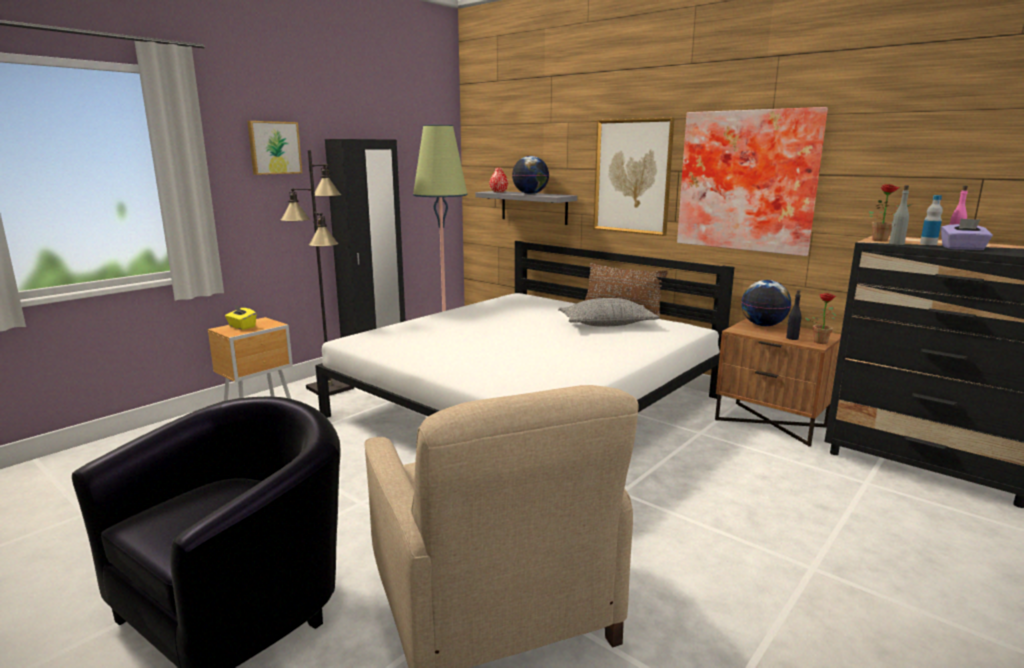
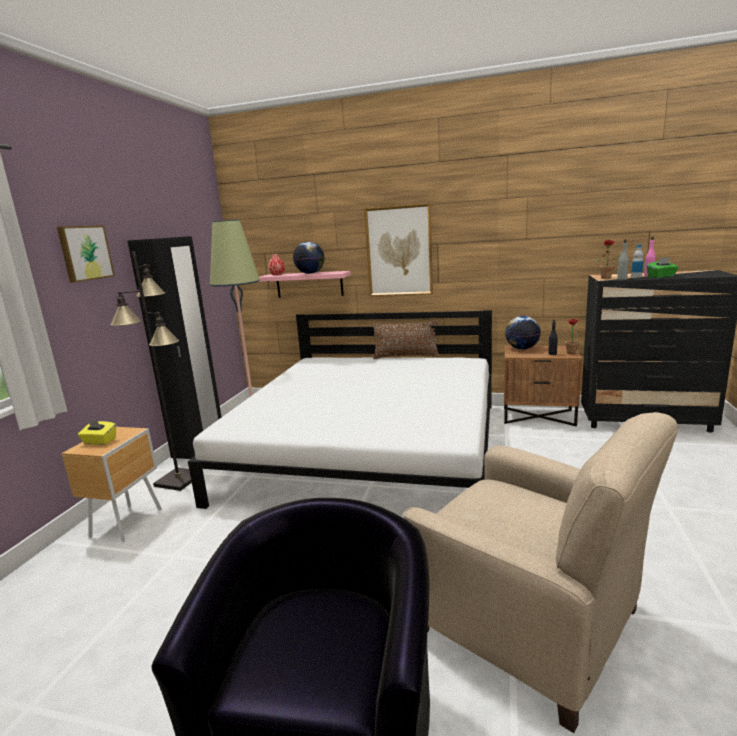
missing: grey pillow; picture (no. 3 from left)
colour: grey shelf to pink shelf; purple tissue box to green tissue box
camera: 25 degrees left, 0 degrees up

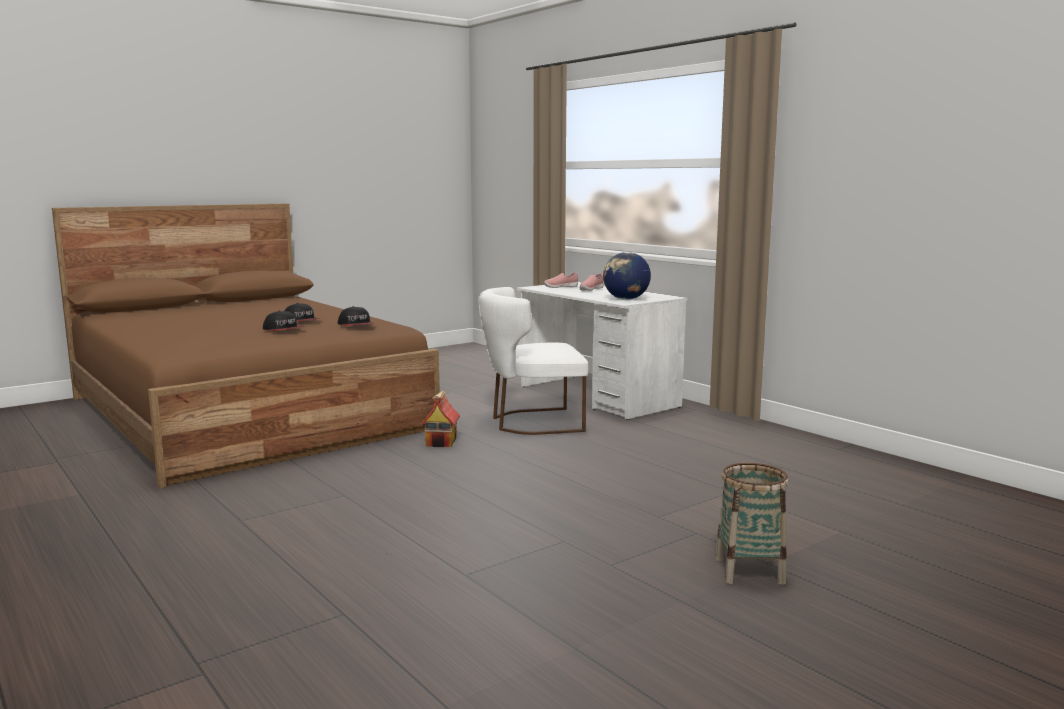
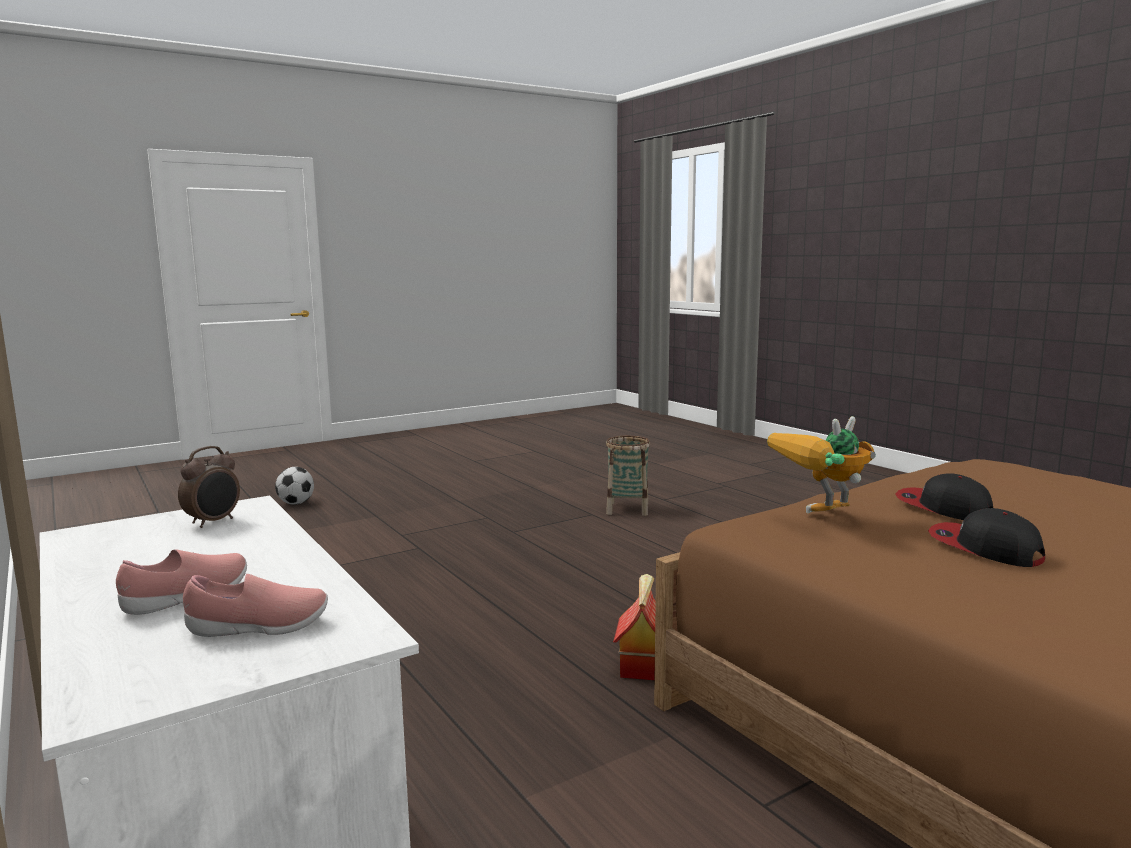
missing: white chair
appeared: football
relocated: basket
exchanged: cap (no. 3 from left) to toy robot; globe to alarm clock
camera: 175 degrees left, 0 degrees up

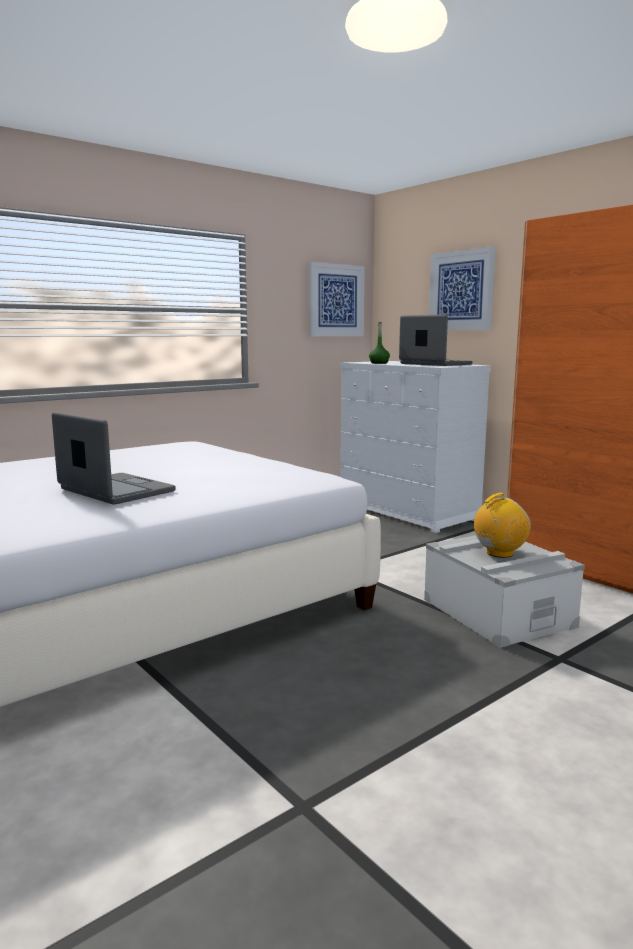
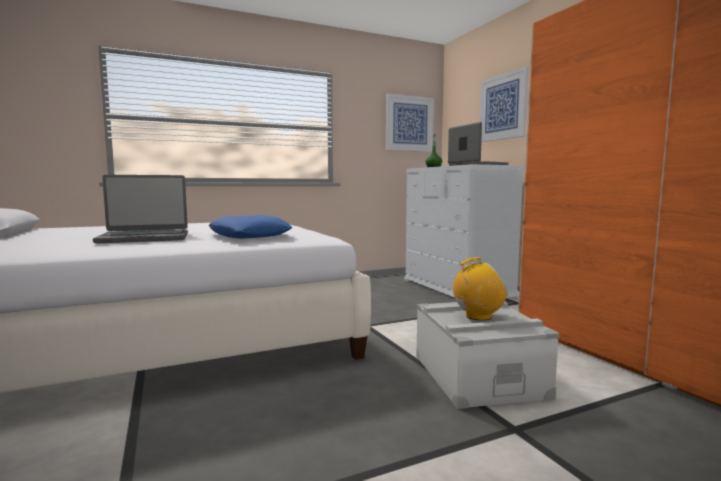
appeared: blue pillow
spun: laptop (no. 1 from left) 105 degrees clockwise
camera: 15 degrees right, 5 degrees down

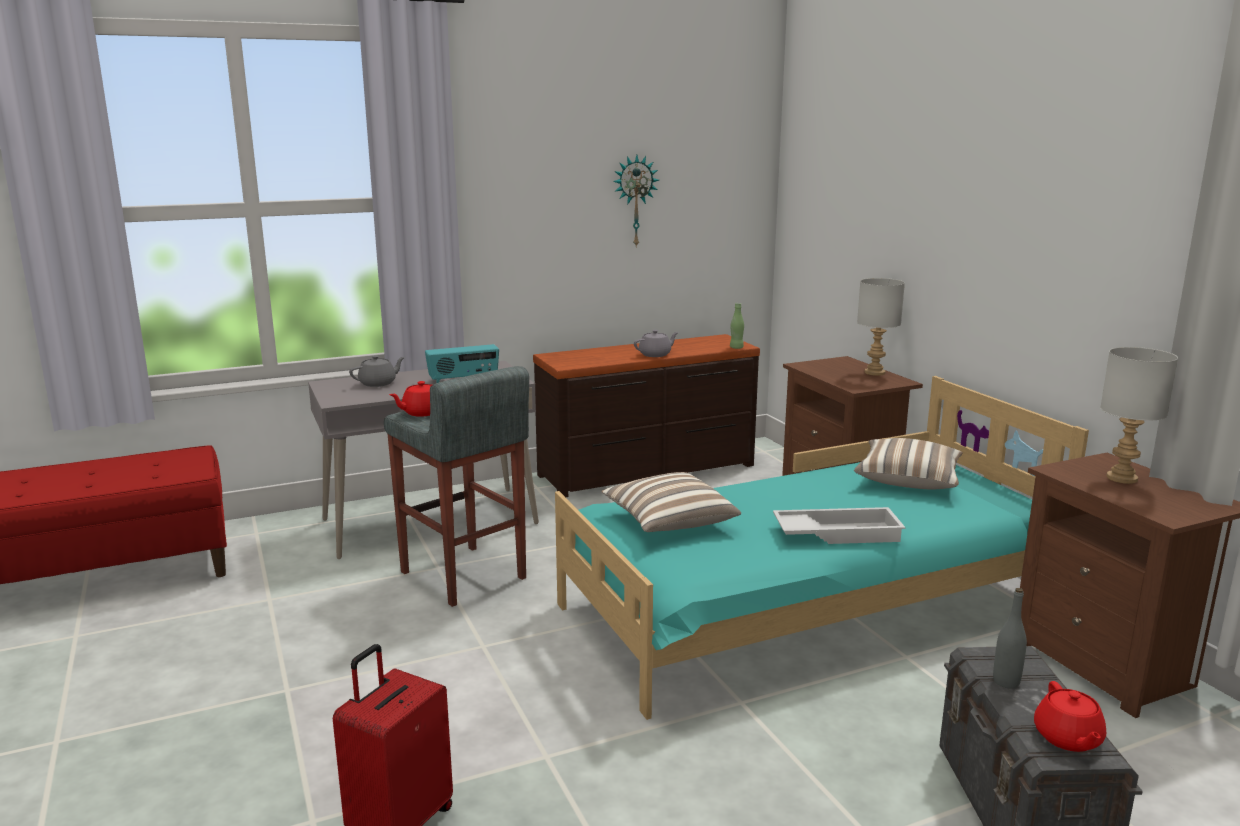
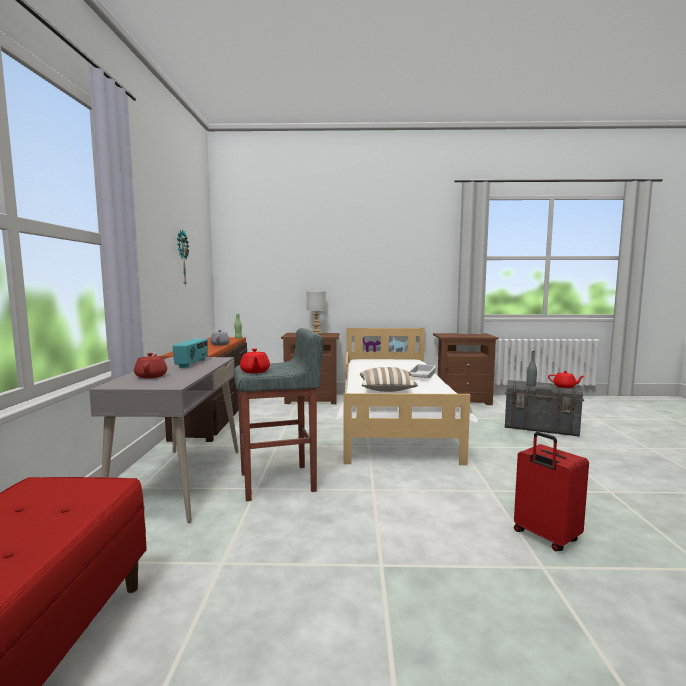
missing: pillow (no. 2 from left); grey table lamp (no. 2 from left)
colour: grey teapot (no. 1 from left) to red teapot (no. 1 from left); turquoise bed to white bed
camera: 65 degrees left, 10 degrees down

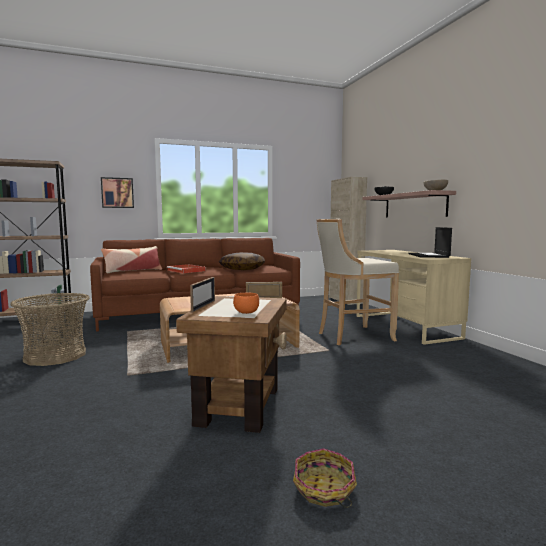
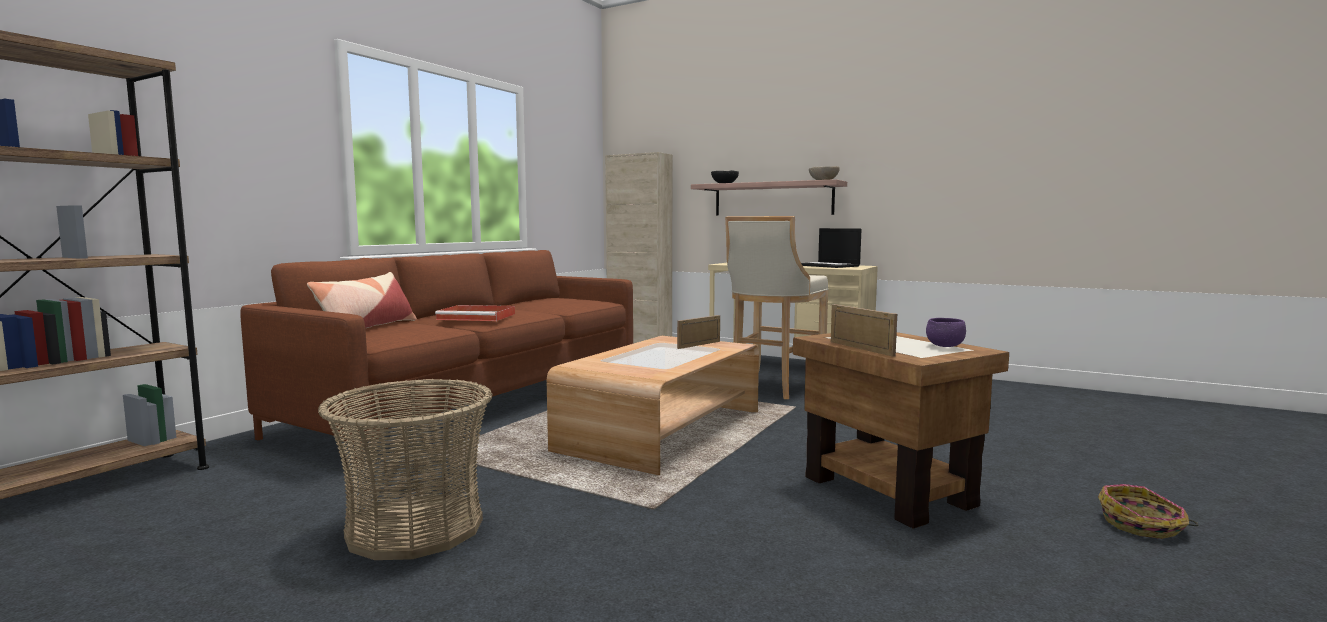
missing: picture; pillow (no. 2 from left)
colour: orange bowl to purple bowl
camera: 40 degrees left, 0 degrees up

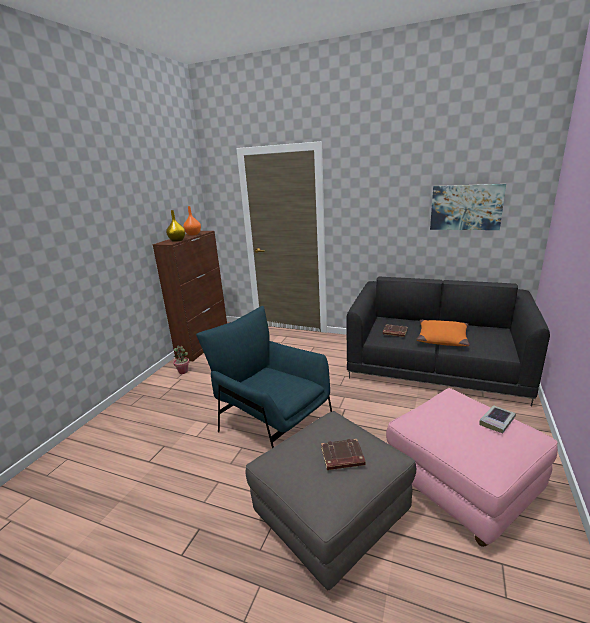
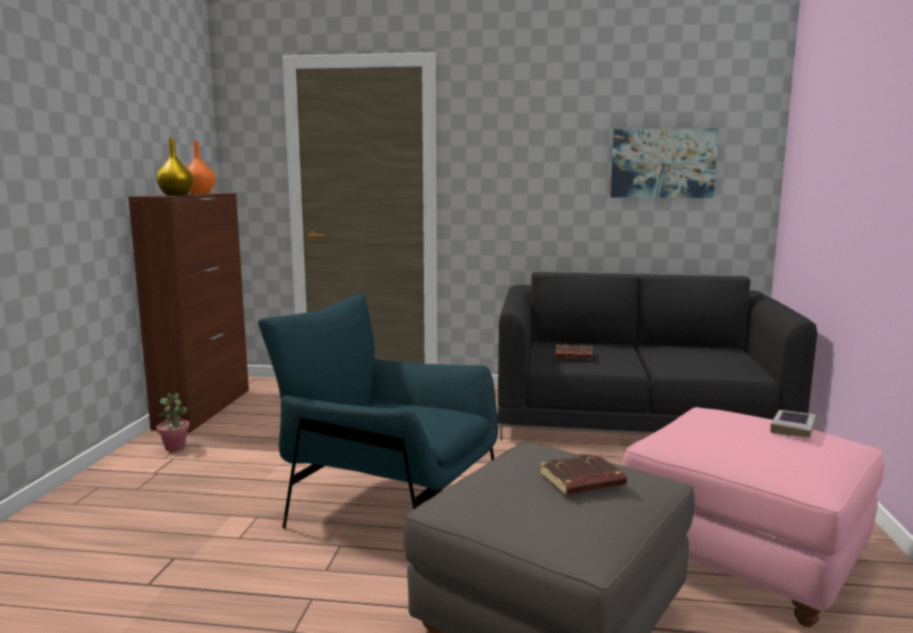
missing: orange pillow
camera: 15 degrees left, 10 degrees down

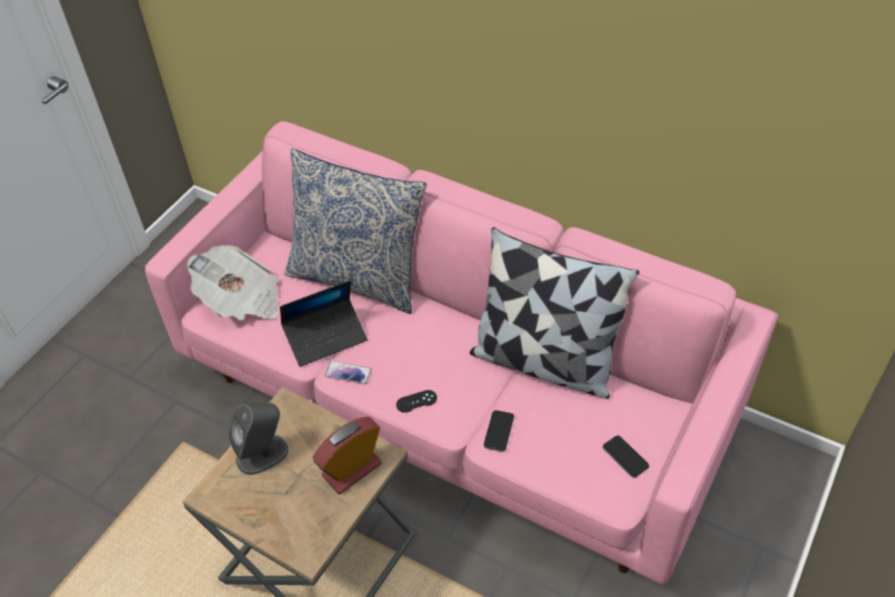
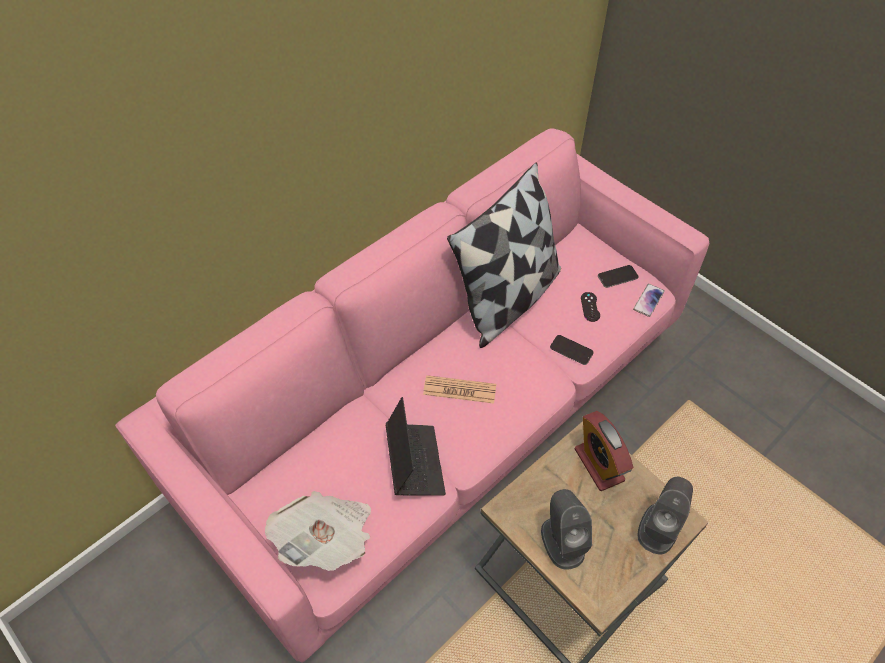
missing: pillow (no. 1 from left)
appeared: newspaper (no. 2 from left); grey speaker (no. 2 from left)
relocated: phone (no. 1 from left in the first image) to phone (no. 3 from left); black game controller
camera: 75 degrees left, 5 degrees up

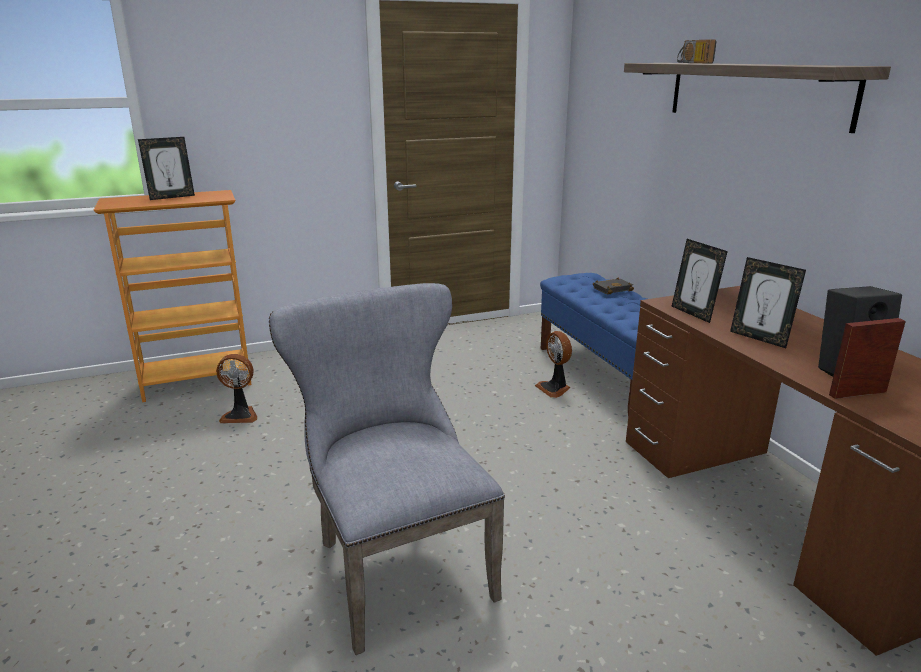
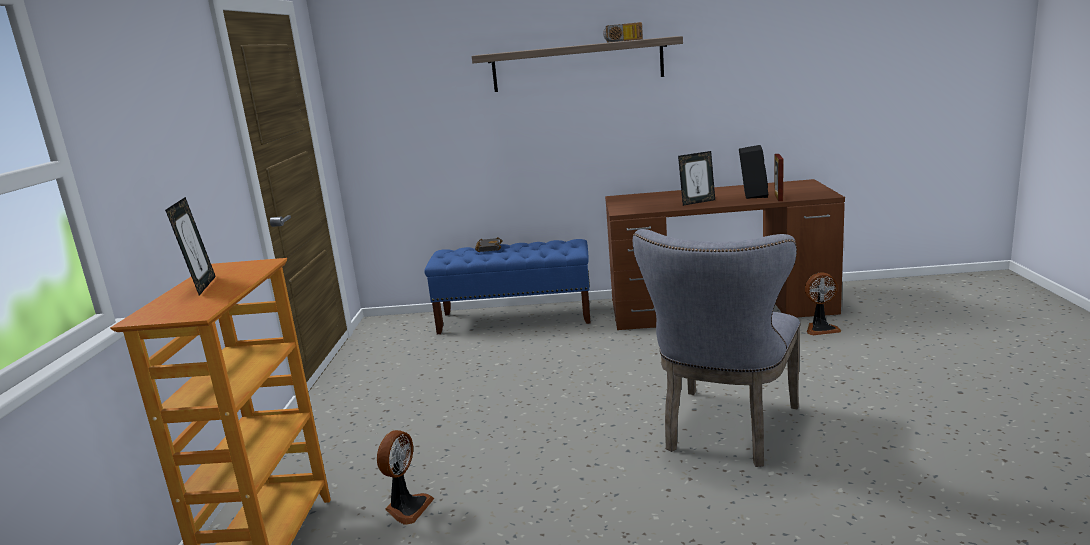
missing: picture frame (no. 2 from left)
relocated: fan (no. 2 from left); radio
spun: grey chair 60 degrees counterclockwise
camera: 65 degrees left, 5 degrees down

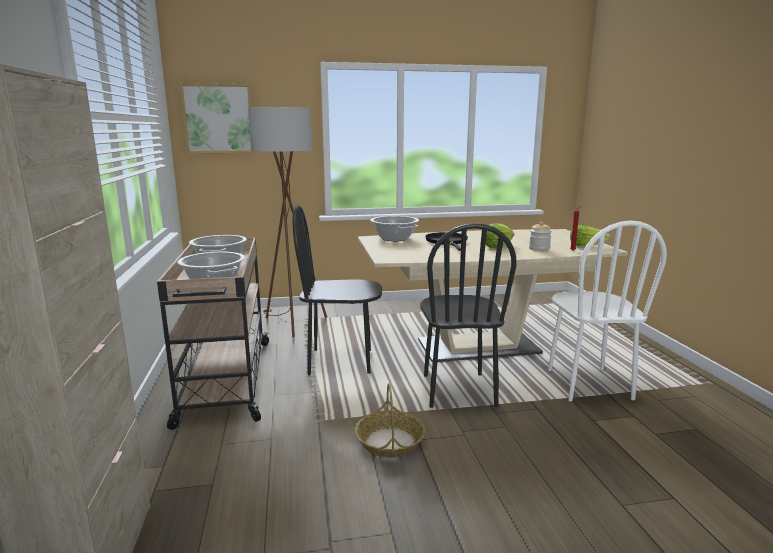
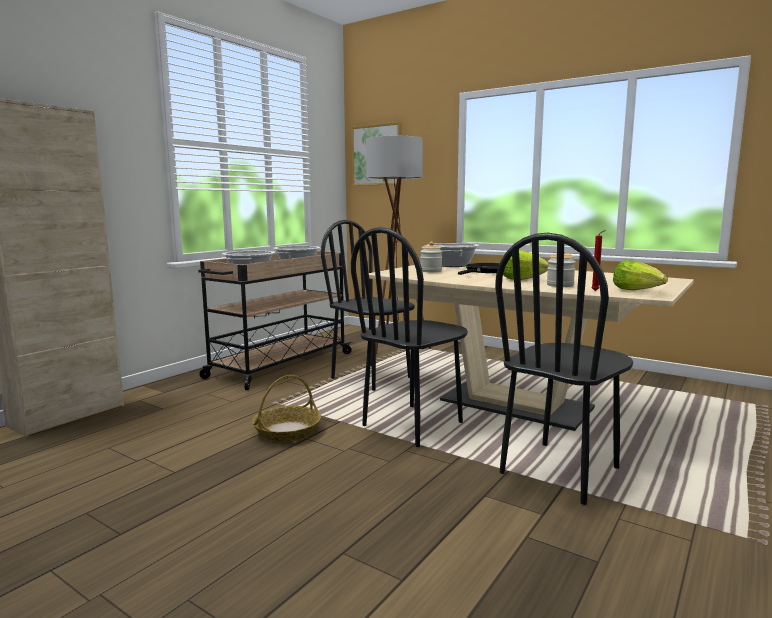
appeared: jar (no. 1 from left)
colour: white chair to black chair (no. 3 from left)
camera: 45 degrees right, 5 degrees down

